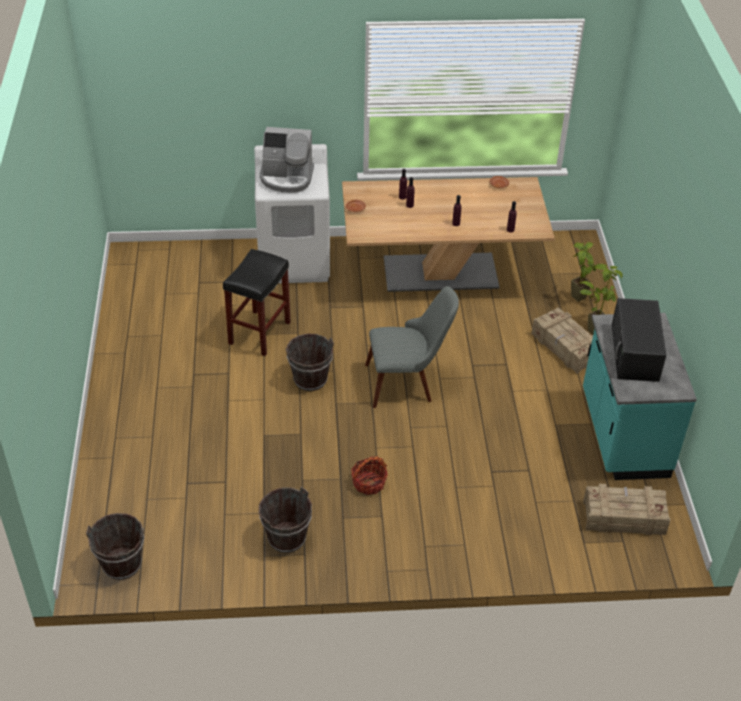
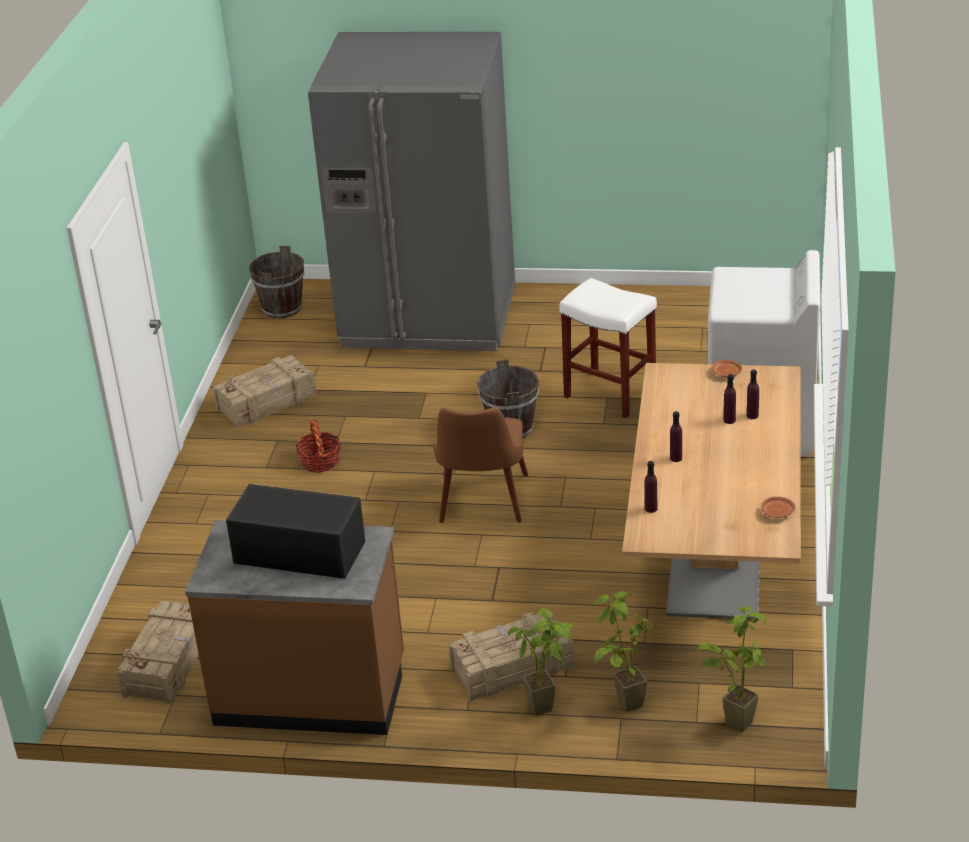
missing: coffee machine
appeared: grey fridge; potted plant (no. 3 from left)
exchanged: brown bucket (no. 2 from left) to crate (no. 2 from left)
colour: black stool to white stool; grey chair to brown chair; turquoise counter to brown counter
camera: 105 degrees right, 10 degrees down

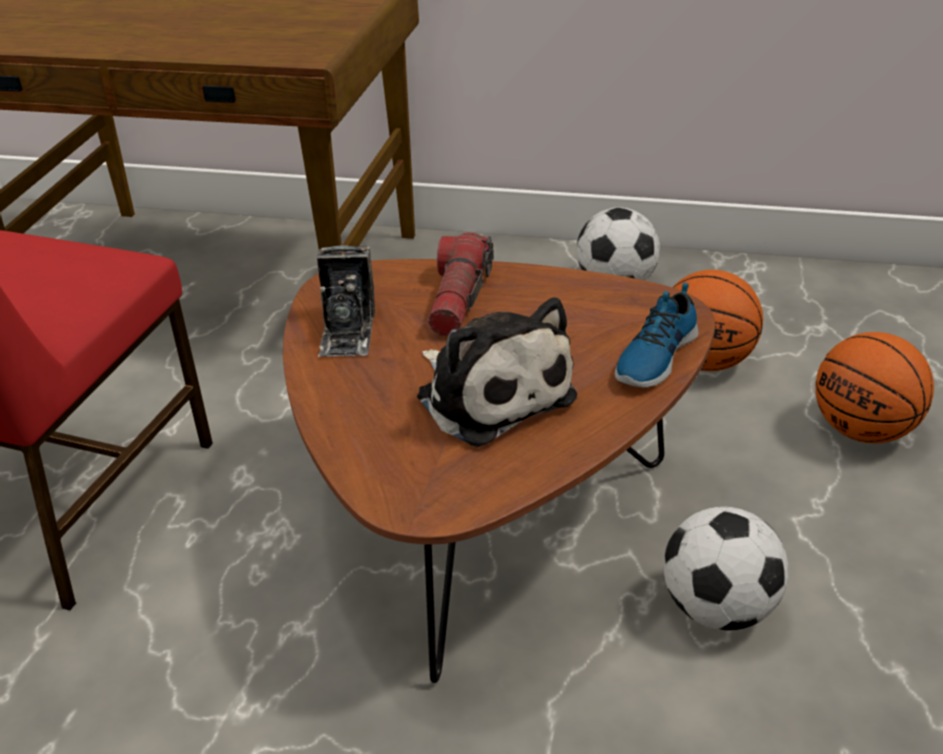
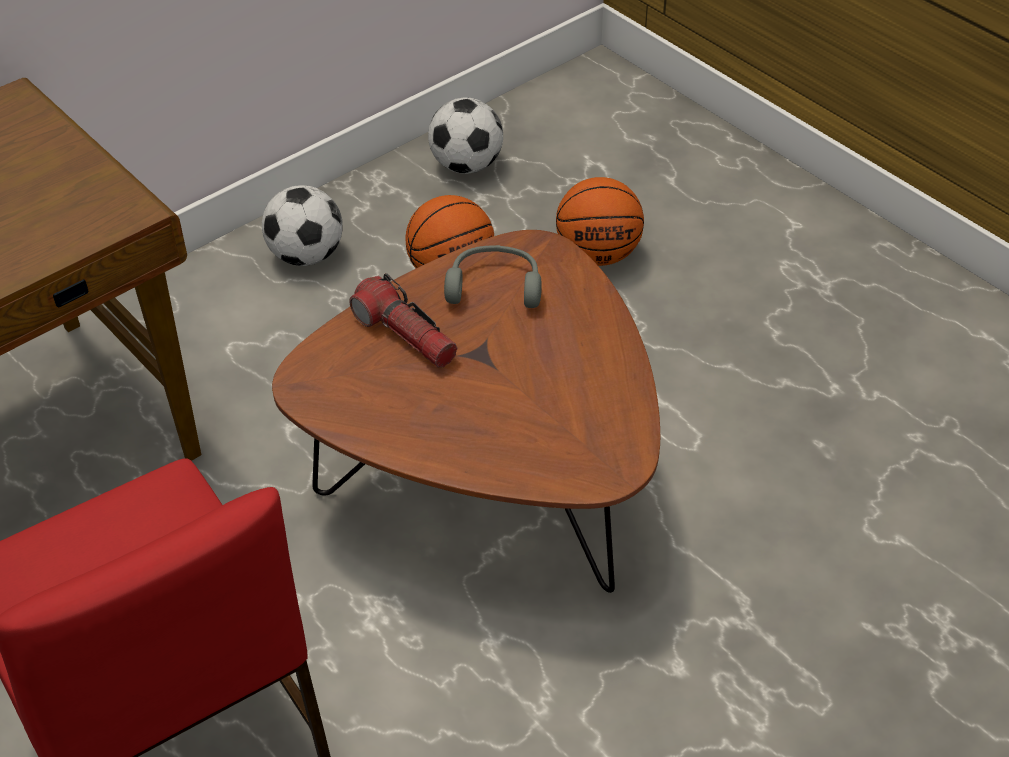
missing: photo camera; plush toy; shoe
appeared: grey headphones
relocated: football (no. 2 from left)
camera: 55 degrees left, 10 degrees up

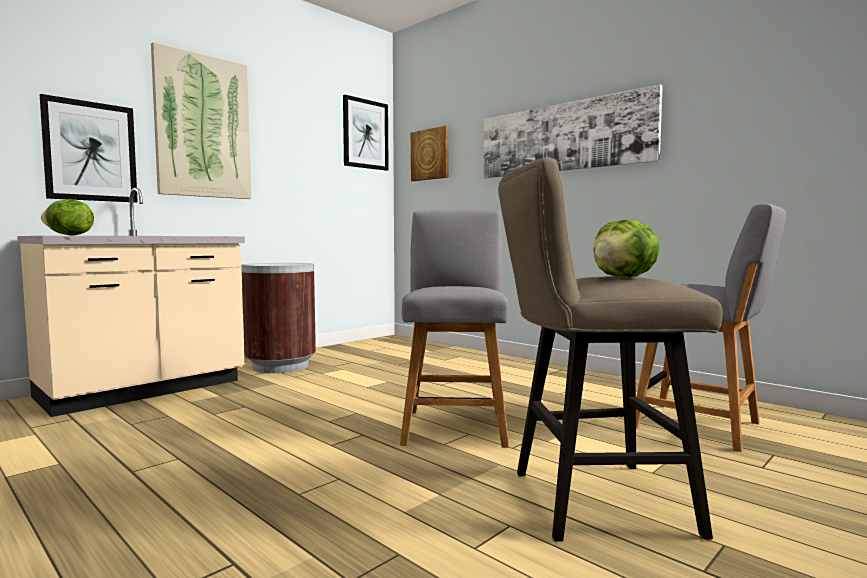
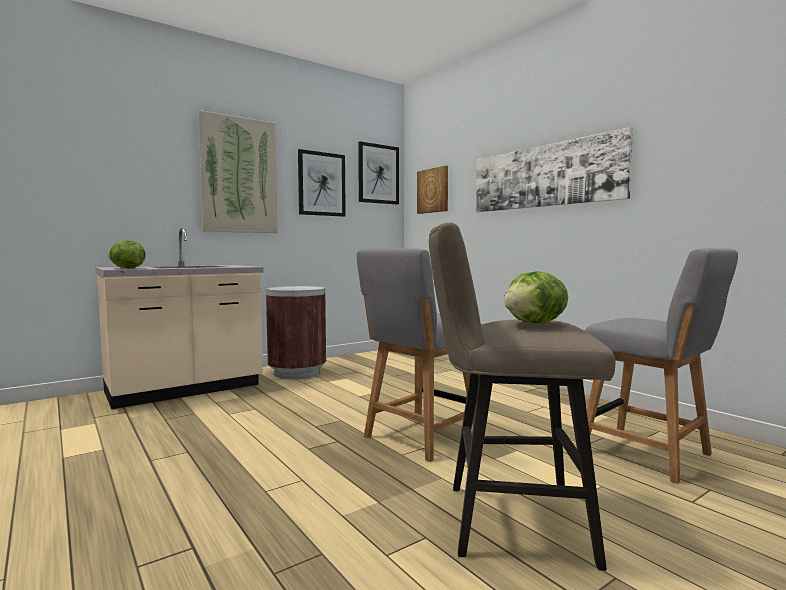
relocated: picture (no. 1 from left in the first image) to picture (no. 2 from left)
spun: grey chair (no. 1 from left) 150 degrees counterclockwise
camera: 10 degrees right, 0 degrees up

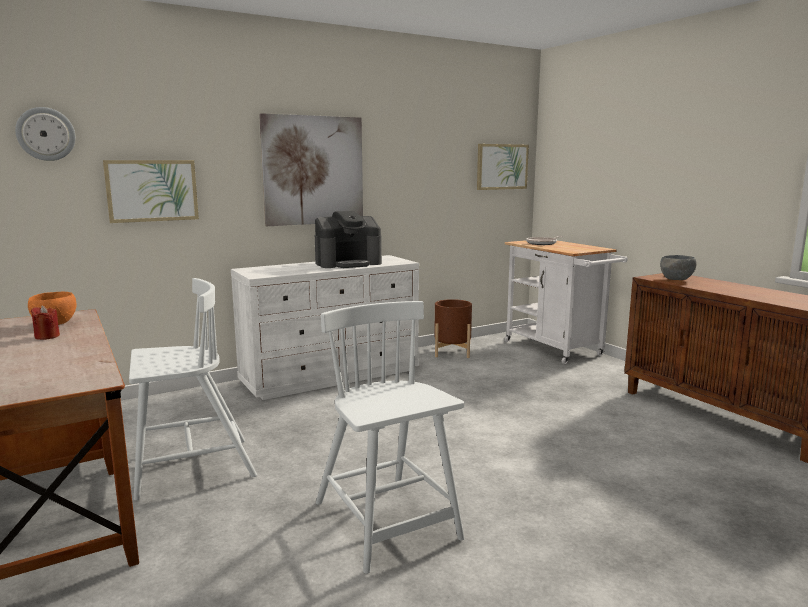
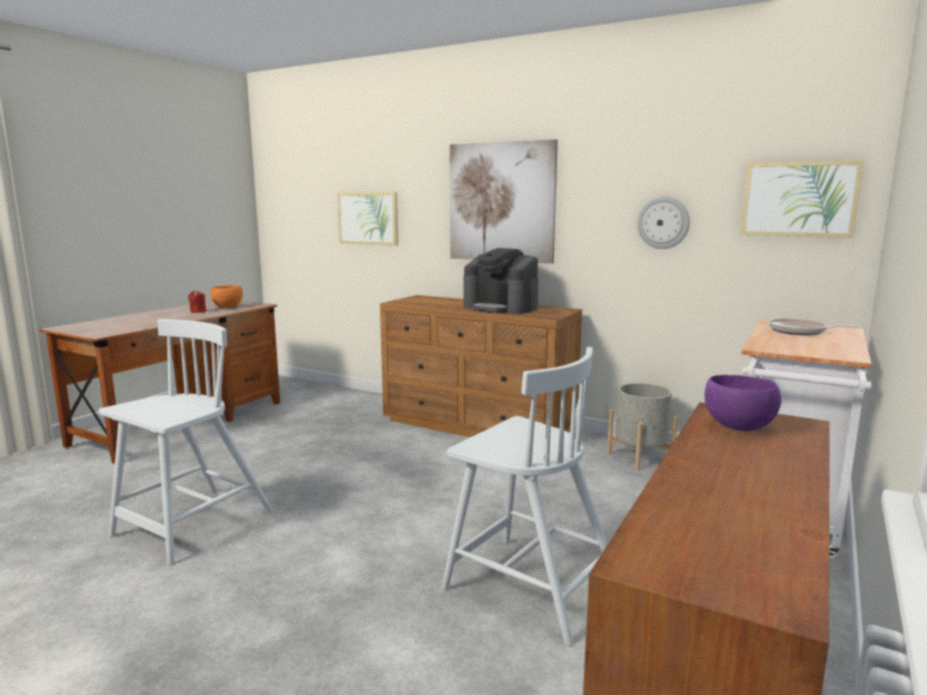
relocated: wall clock; white chair (no. 1 from left in the first image) to white chair (no. 2 from left)
colour: white dresser to brown dresser; brown planter to grey planter; grey bowl to purple bowl
camera: 60 degrees right, 0 degrees up

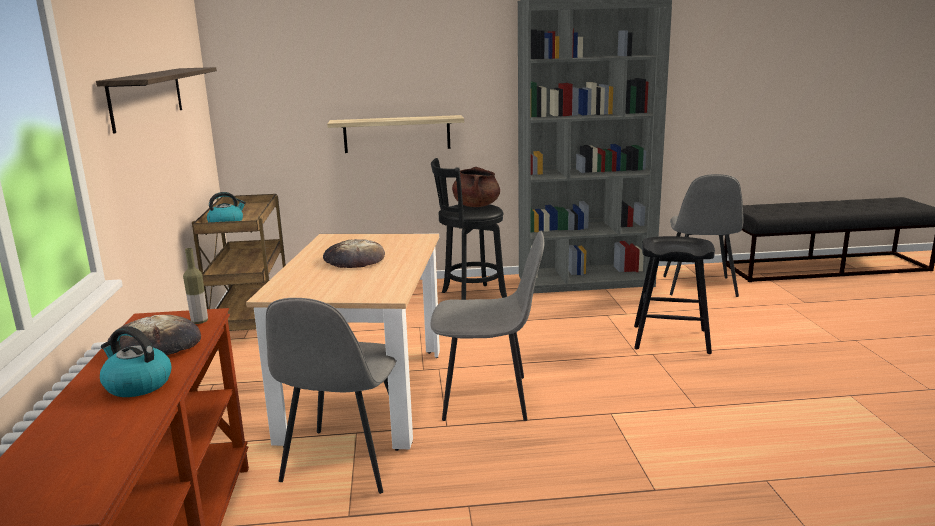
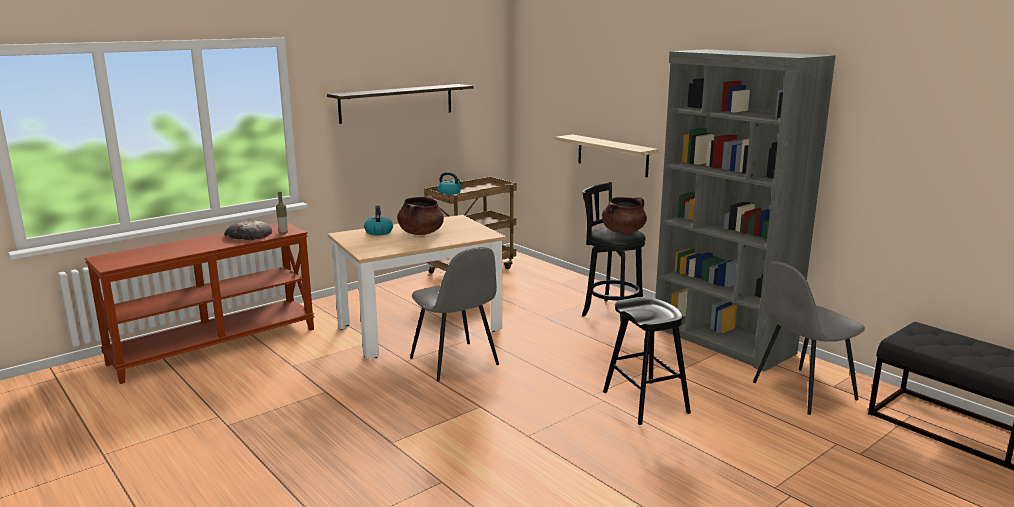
missing: grey chair (no. 1 from left)
relocated: kettle (no. 1 from left)
exchanged: bread (no. 2 from left) to brown cooking pot (no. 1 from left)
camera: 55 degrees right, 0 degrees up

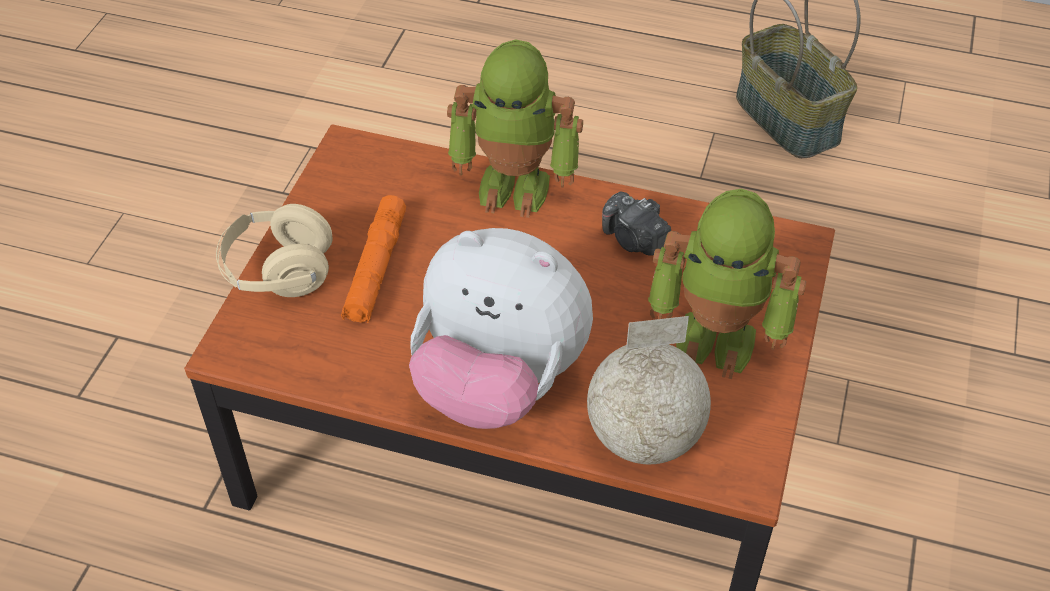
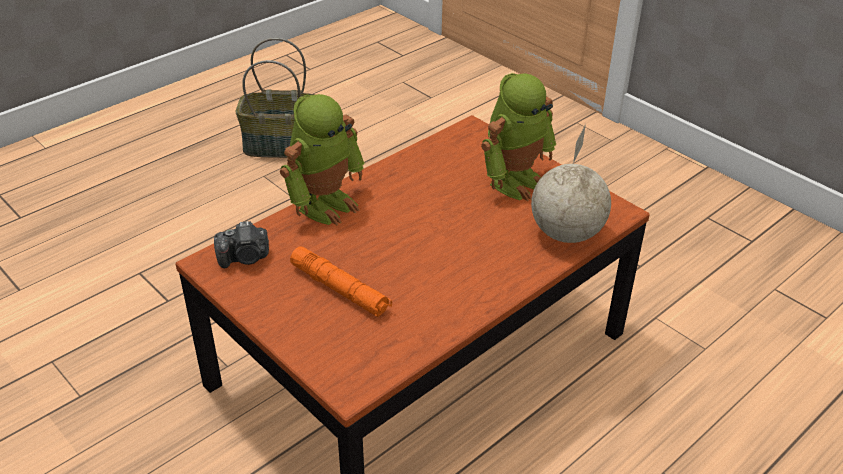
missing: beige headphones; plush toy
relocated: photo camera
camera: 60 degrees left, 10 degrees down

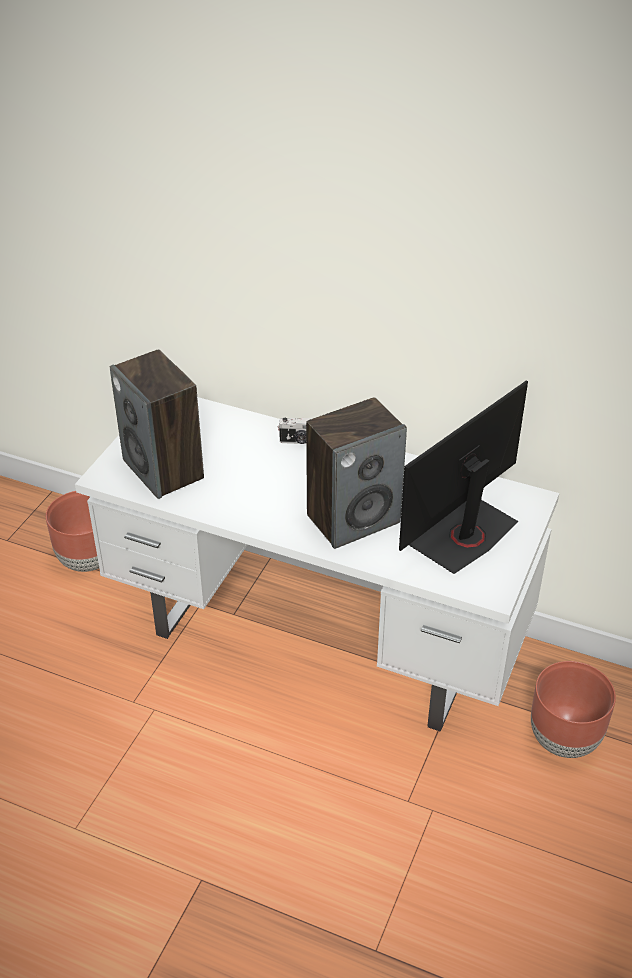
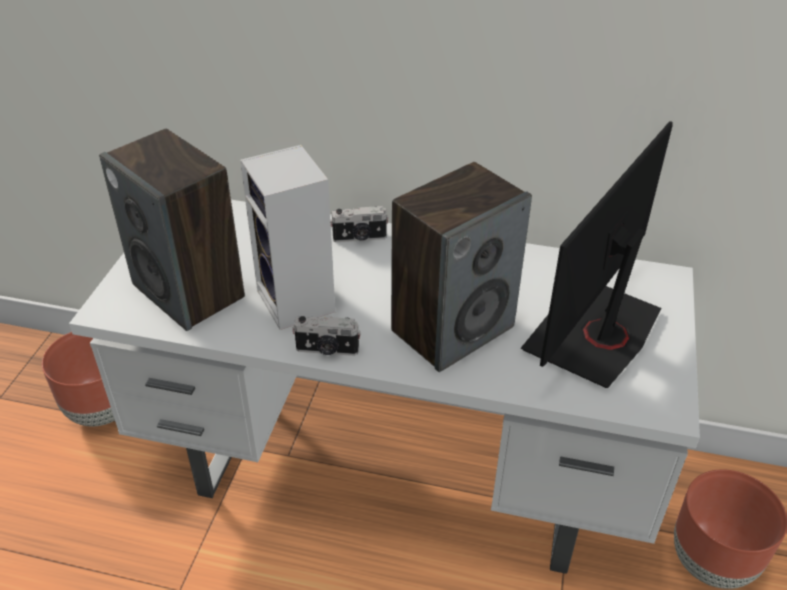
appeared: speaker (no. 2 from left); photo camera (no. 1 from left)
camera: 10 degrees left, 0 degrees up

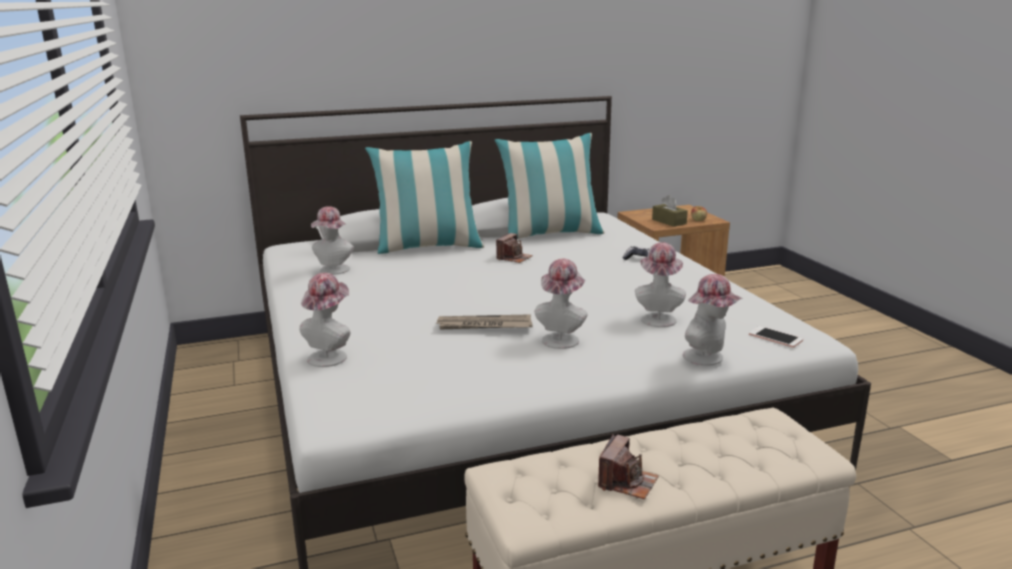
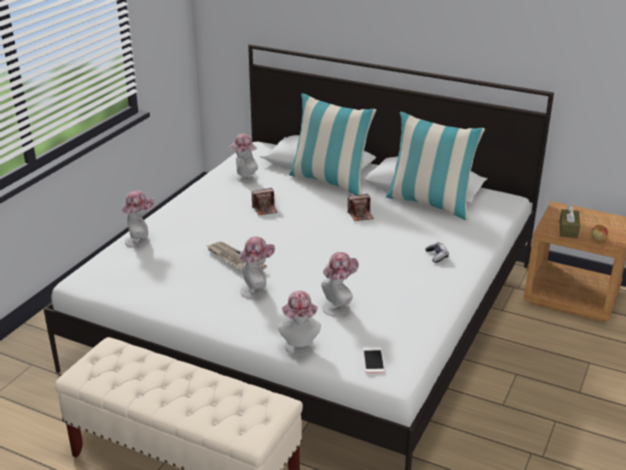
relocated: photo camera (no. 2 from left in the first image) to photo camera (no. 1 from left)
camera: 45 degrees right, 10 degrees up

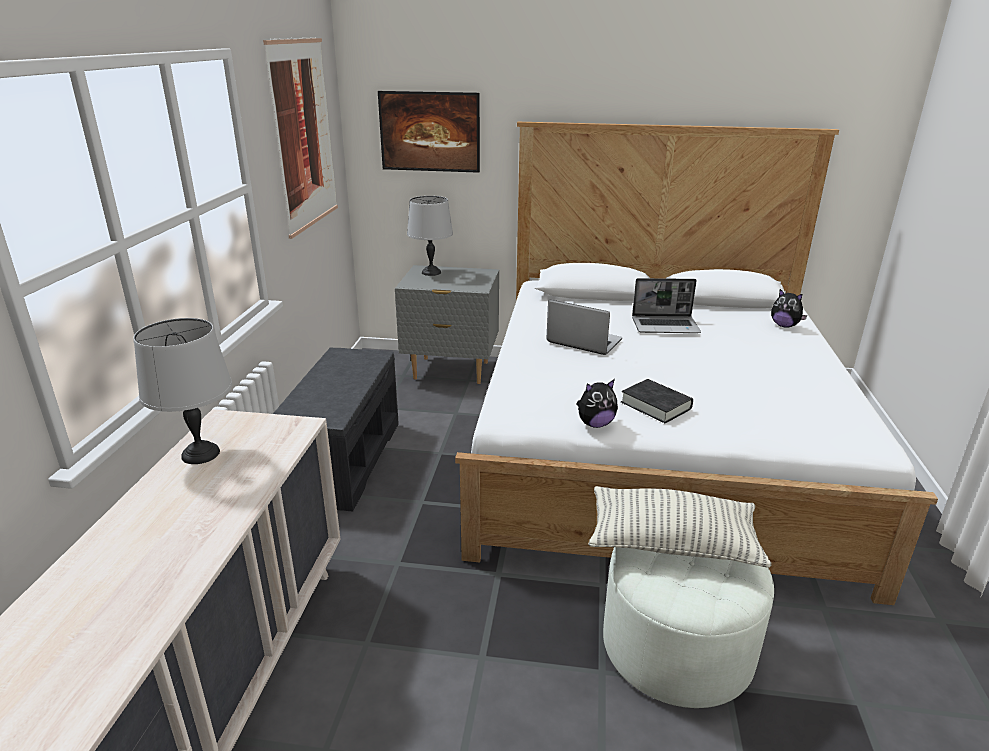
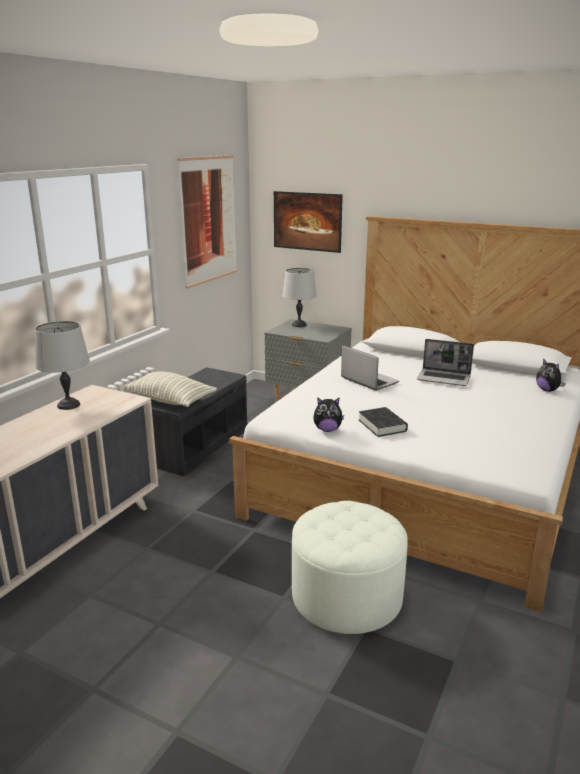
relocated: pillow
camera: 20 degrees right, 5 degrees down

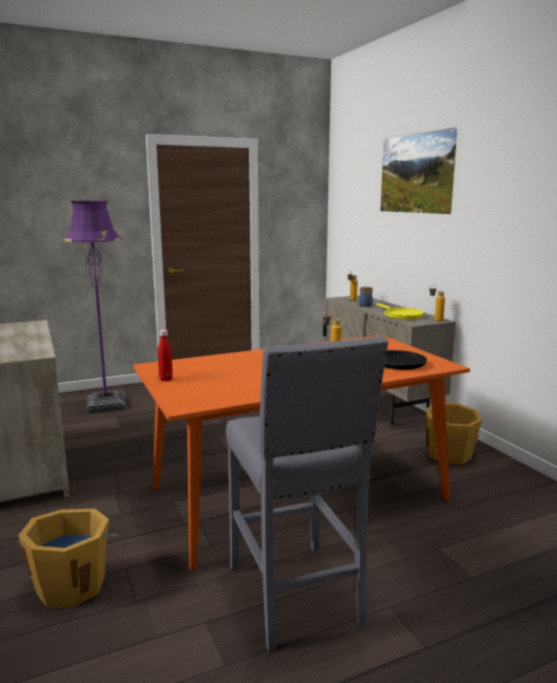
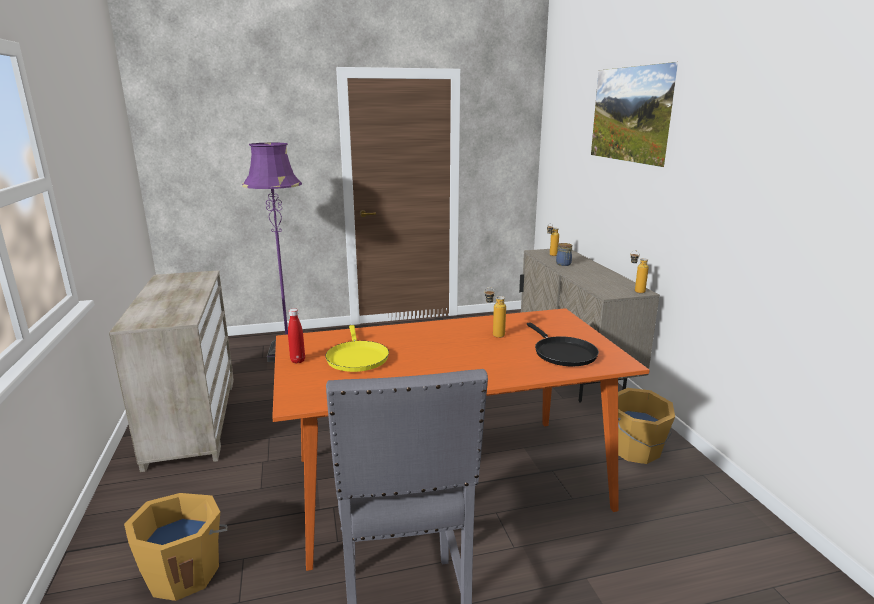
relocated: yellow frying pan
camera: 10 degrees right, 5 degrees up

